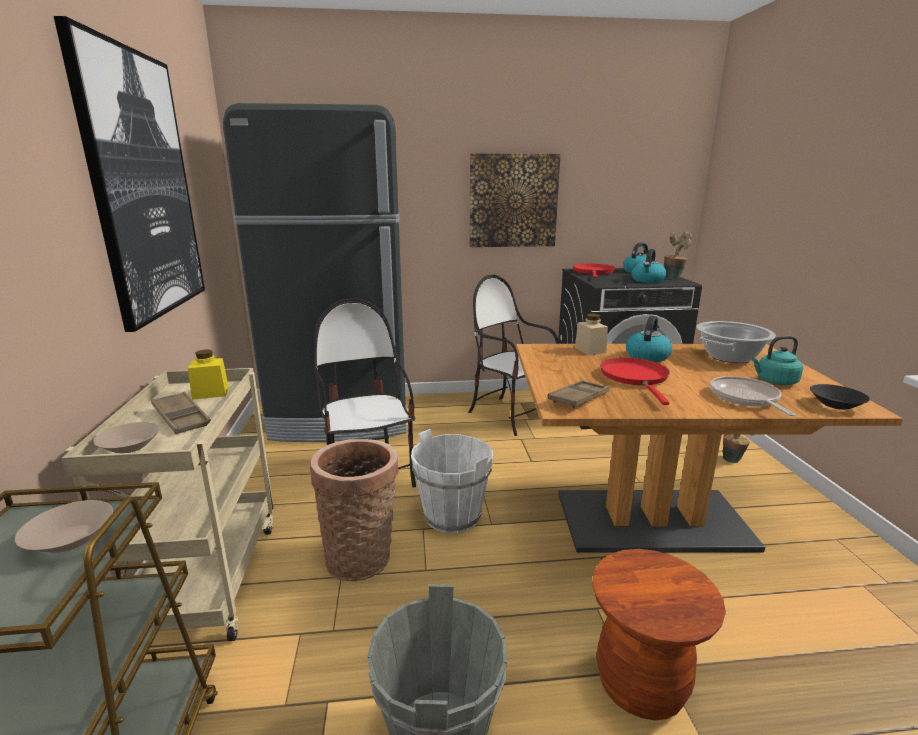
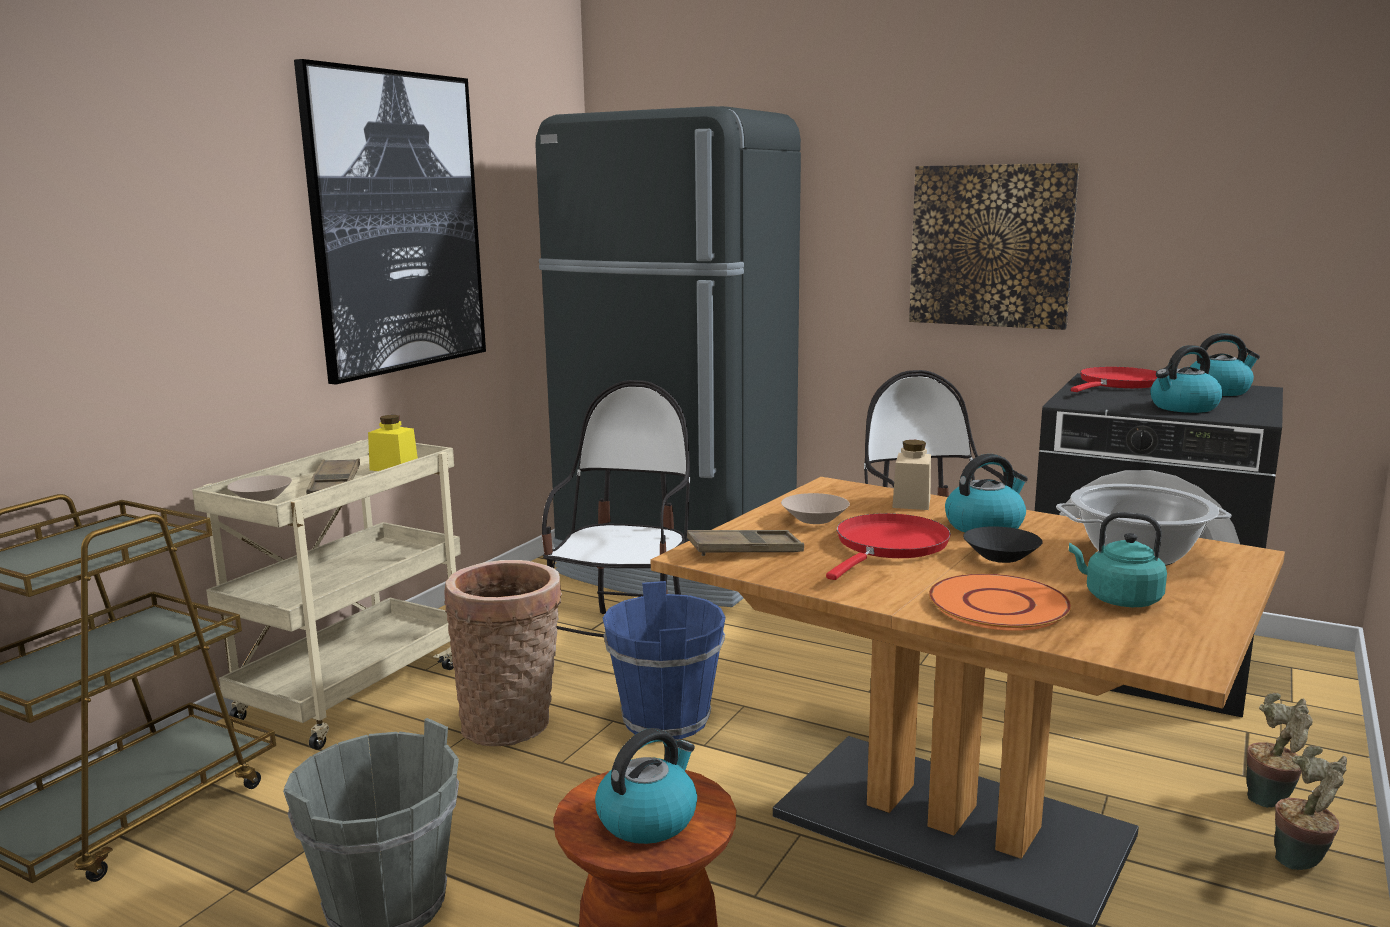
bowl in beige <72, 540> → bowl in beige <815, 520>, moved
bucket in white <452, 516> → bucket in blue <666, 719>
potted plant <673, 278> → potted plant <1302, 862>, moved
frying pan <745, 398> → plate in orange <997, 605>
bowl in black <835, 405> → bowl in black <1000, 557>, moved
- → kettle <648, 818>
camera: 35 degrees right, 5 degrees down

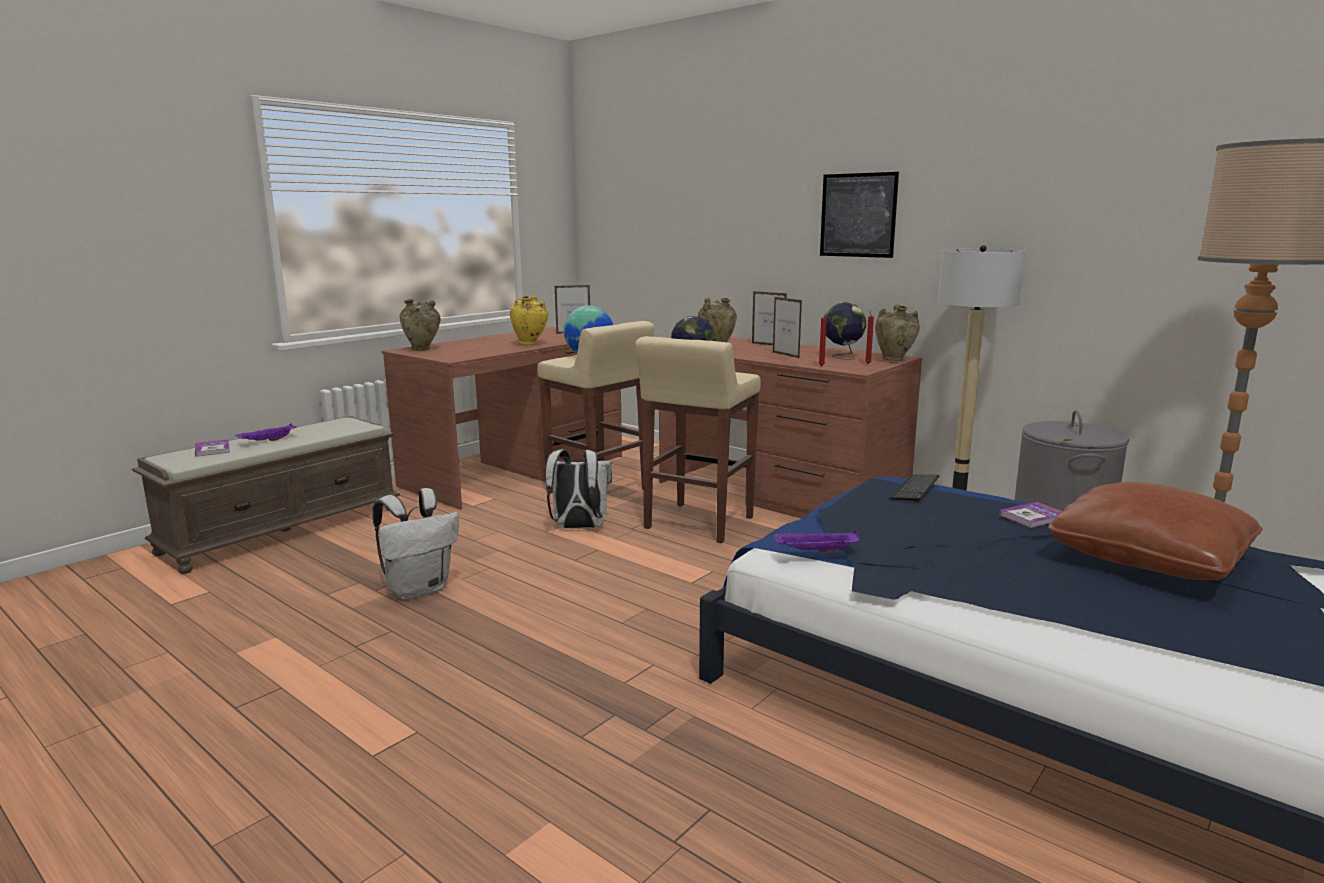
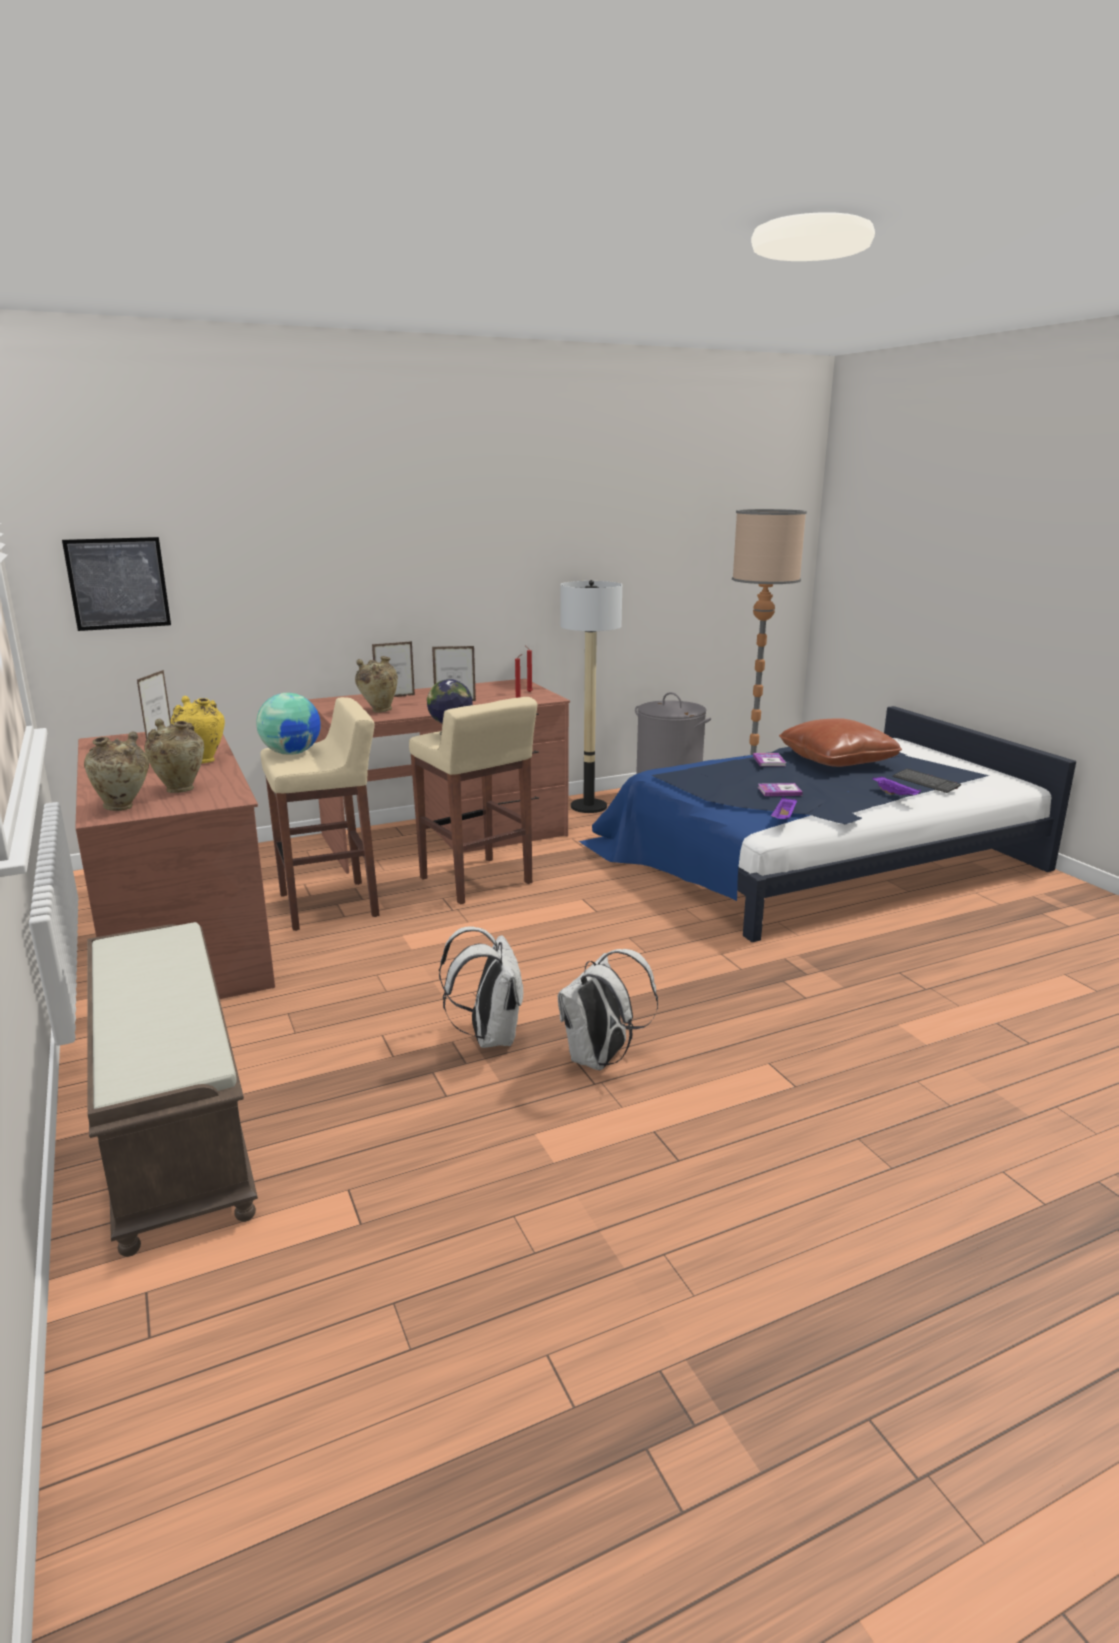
book <212, 449> → book <779, 791>, moved
tray in purple <267, 441> → tray in purple <895, 795>, moved
backpack in white <578, 528> → backpack in white <600, 1059>, moved
picture <858, 215> → picture <118, 583>, moved
globe <842, 356> → -
vase in beige <894, 360> → vase in beige <180, 789>, moved
keyboard <915, 489> → keyboard <926, 782>, moved
camera: 65 degrees left, 5 degrees up

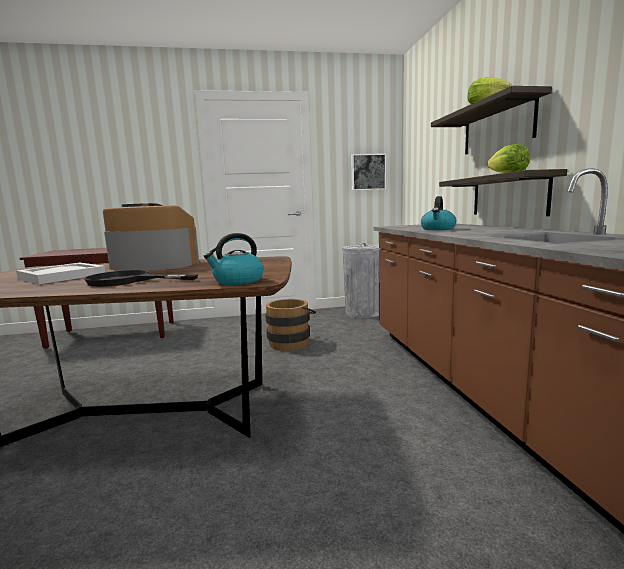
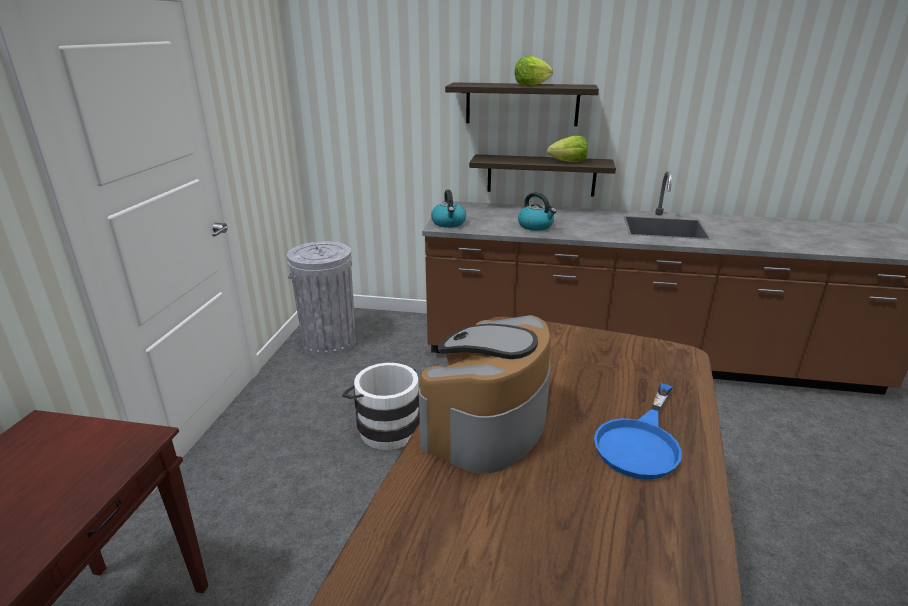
tray in white <63, 276> → -
frying pan in black <128, 281> → frying pan in blue <641, 442>
kettle <237, 281> → kettle <449, 223>, moved
bucket in brown <291, 342> → bucket in white <385, 427>
picture <368, 172> → -
camera: 70 degrees left, 15 degrees up

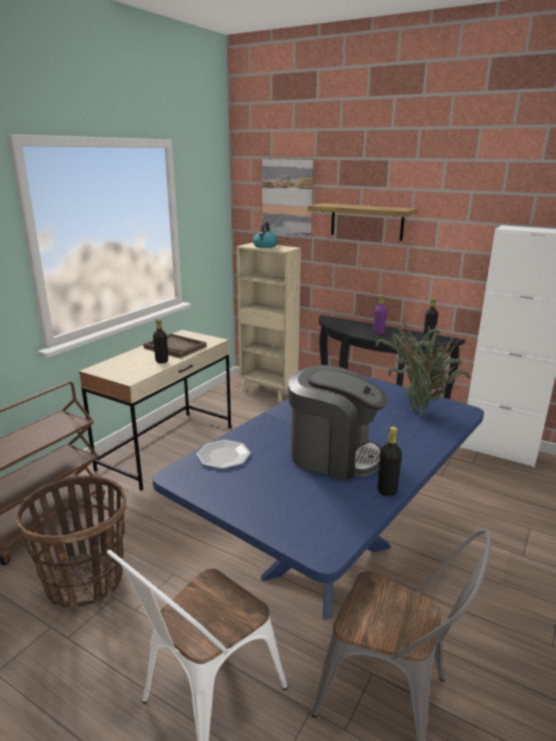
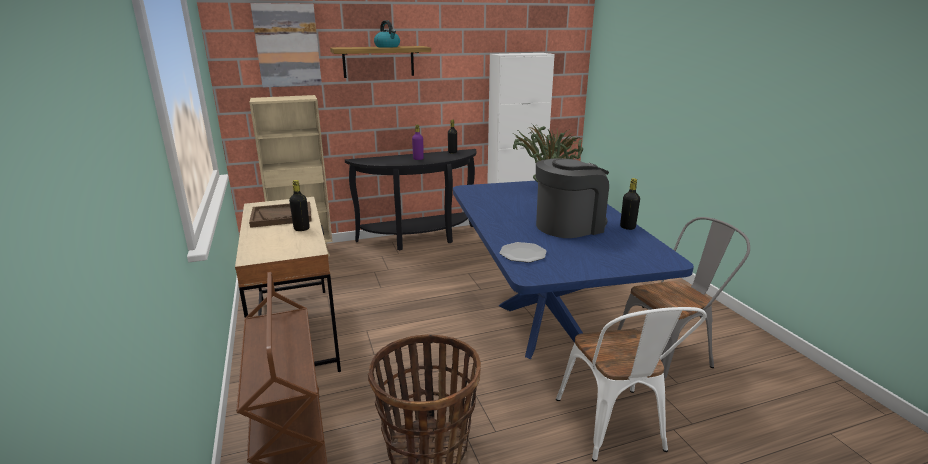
kettle <265, 246> → kettle <387, 47>, moved
camera: 50 degrees left, 0 degrees up

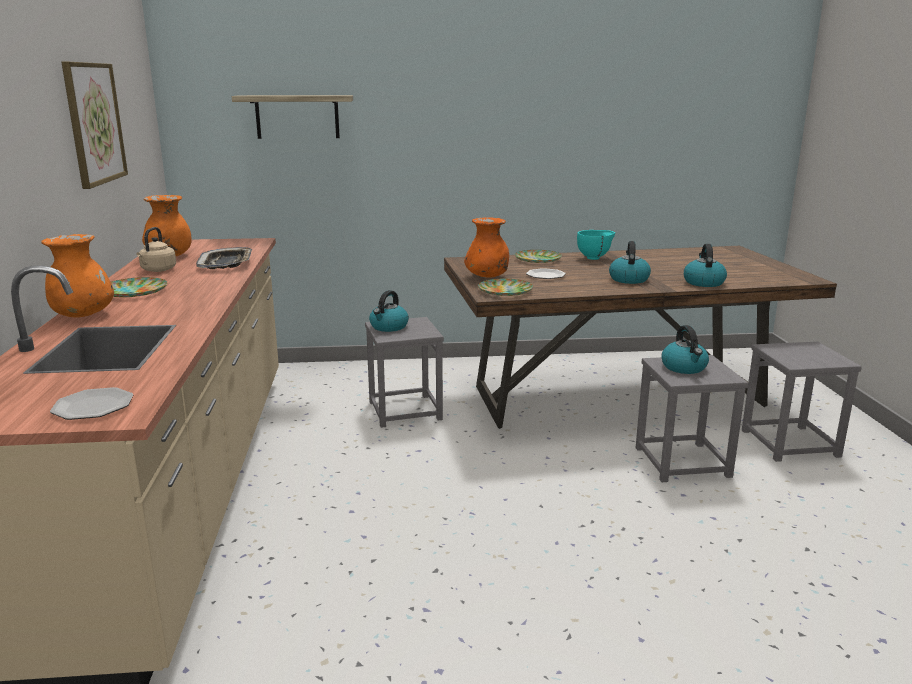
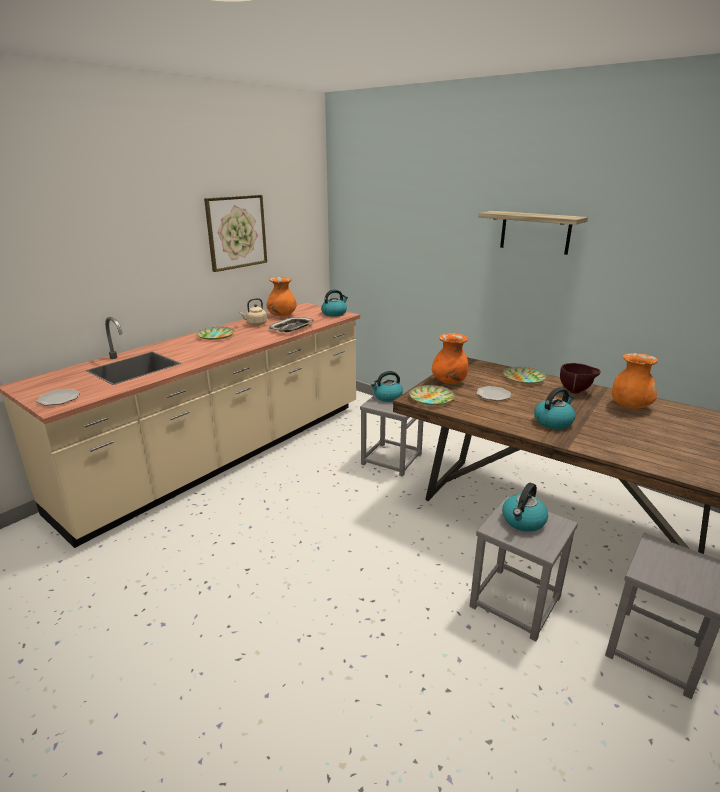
vase in orange <83, 315> → vase in orange <629, 406>, moved
shelf <297, 116> → shelf <535, 232>, moved
bowl in turquoise <595, 258> → bowl in brown <576, 391>
kettle <703, 282> → kettle <334, 313>, moved
camera: 45 degrees right, 5 degrees up

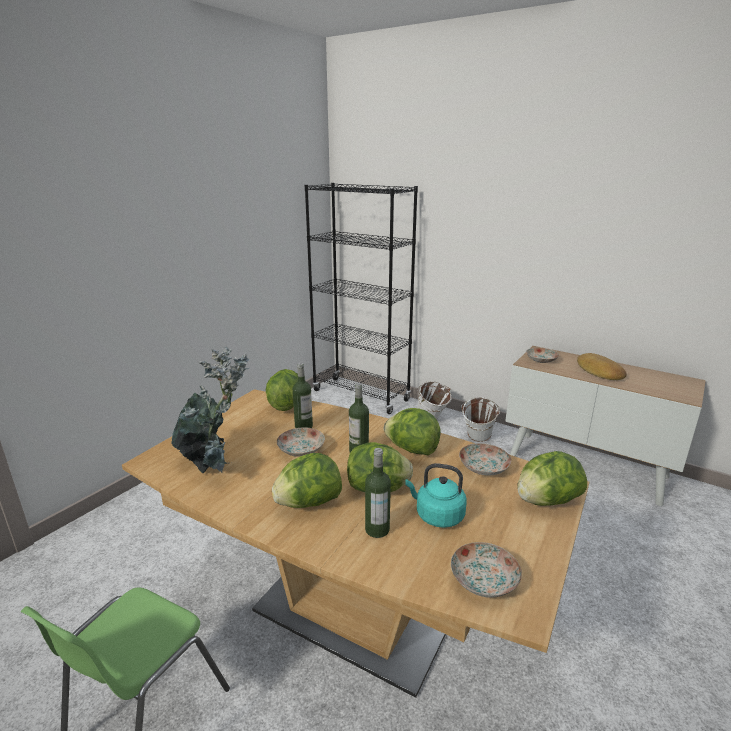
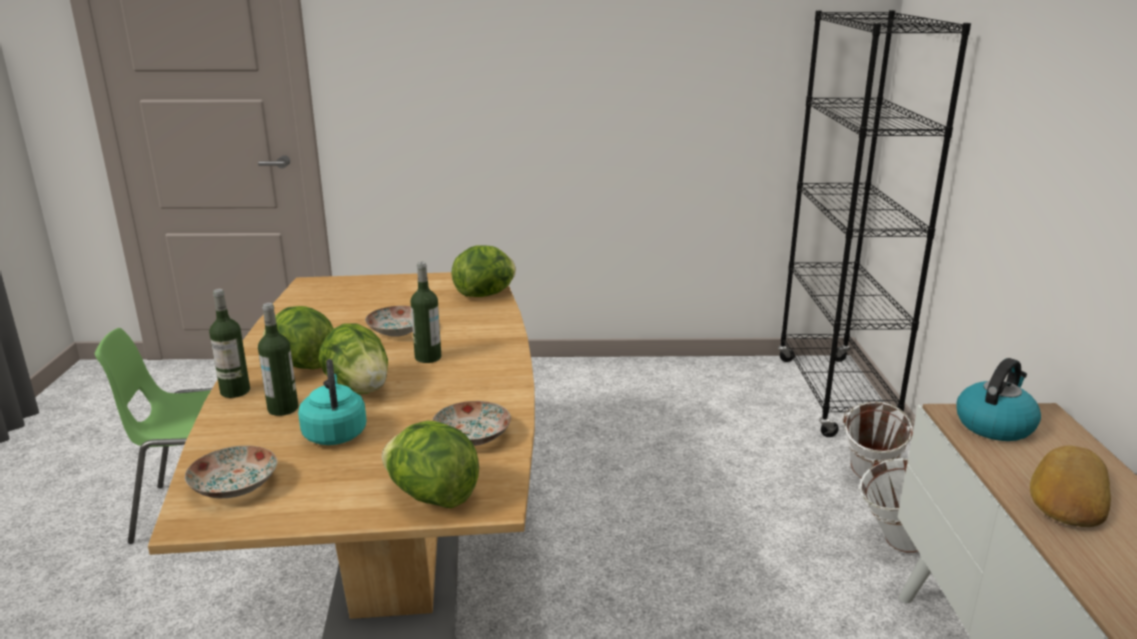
potted plant <215, 465> → -
bottle <303, 426> → bottle <235, 391>, moved
lettuce <412, 449> → -
plate <541, 360> → kettle <994, 425>
camera: 55 degrees right, 0 degrees up

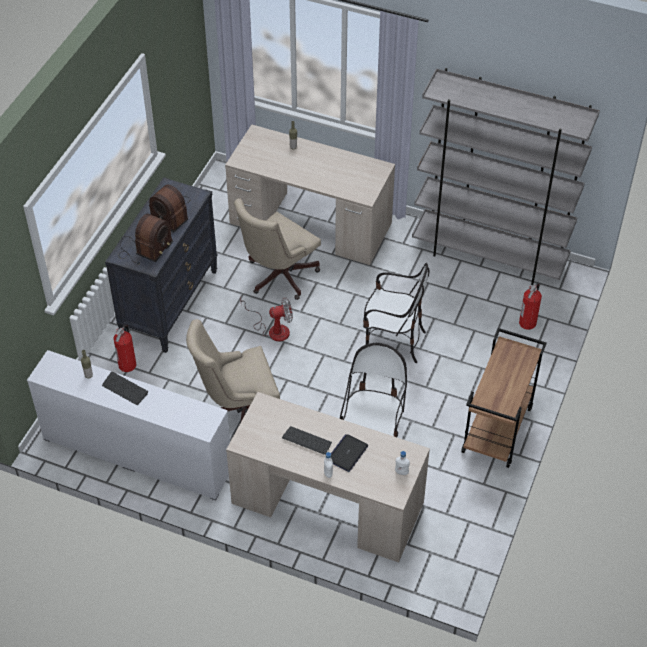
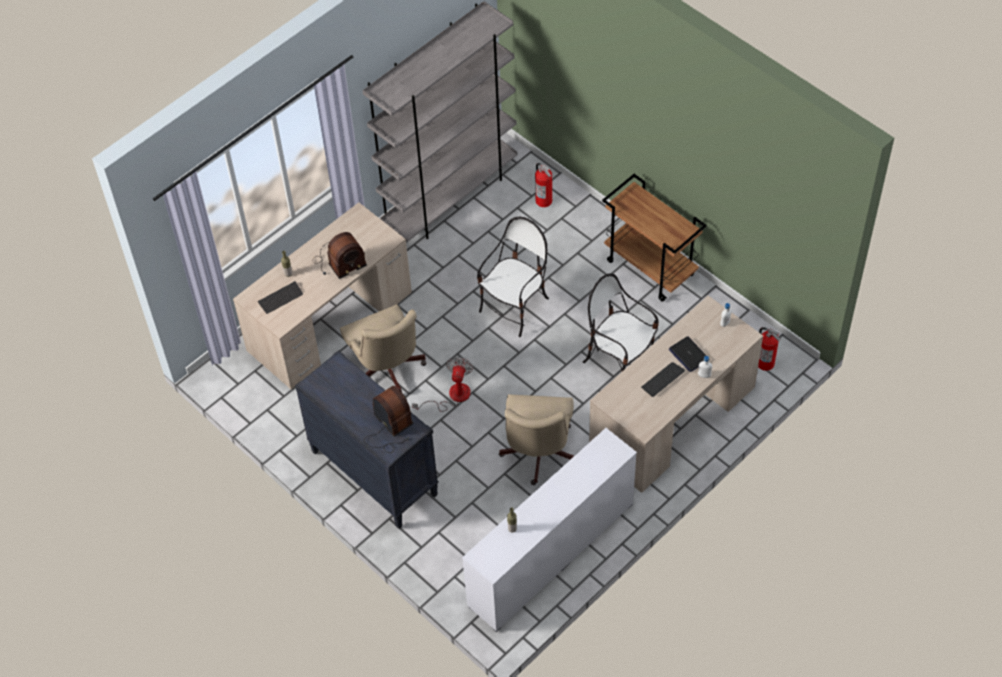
keyboard <125, 389> → keyboard <280, 298>, moved
fire extinguisher <128, 365> → fire extinguisher <765, 363>, moved
radio <170, 213> → radio <339, 262>, moved
camera: 65 degrees left, 5 degrees up

